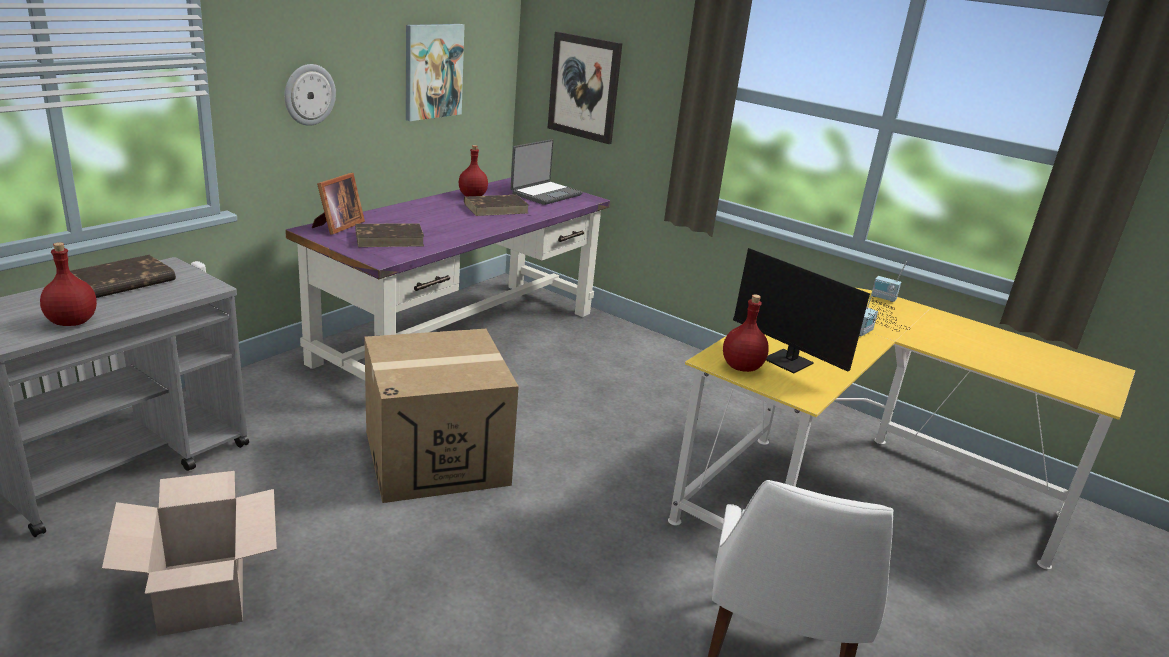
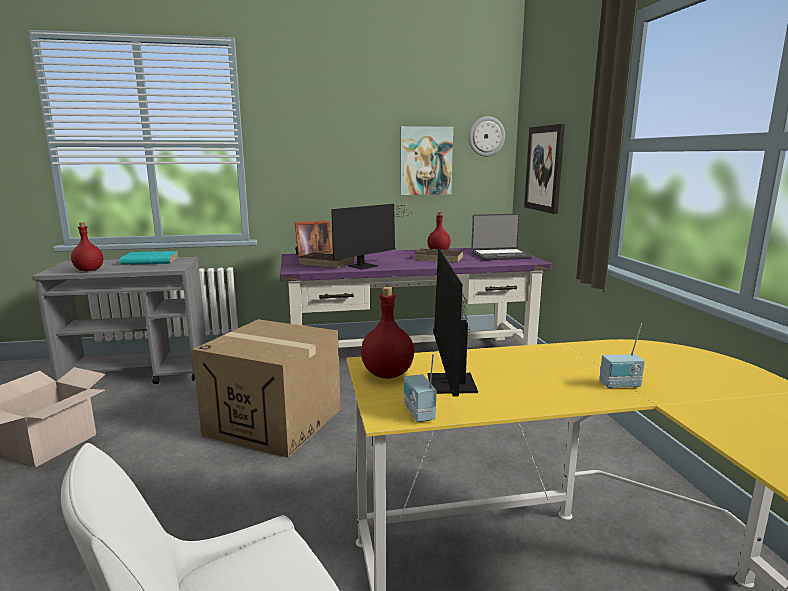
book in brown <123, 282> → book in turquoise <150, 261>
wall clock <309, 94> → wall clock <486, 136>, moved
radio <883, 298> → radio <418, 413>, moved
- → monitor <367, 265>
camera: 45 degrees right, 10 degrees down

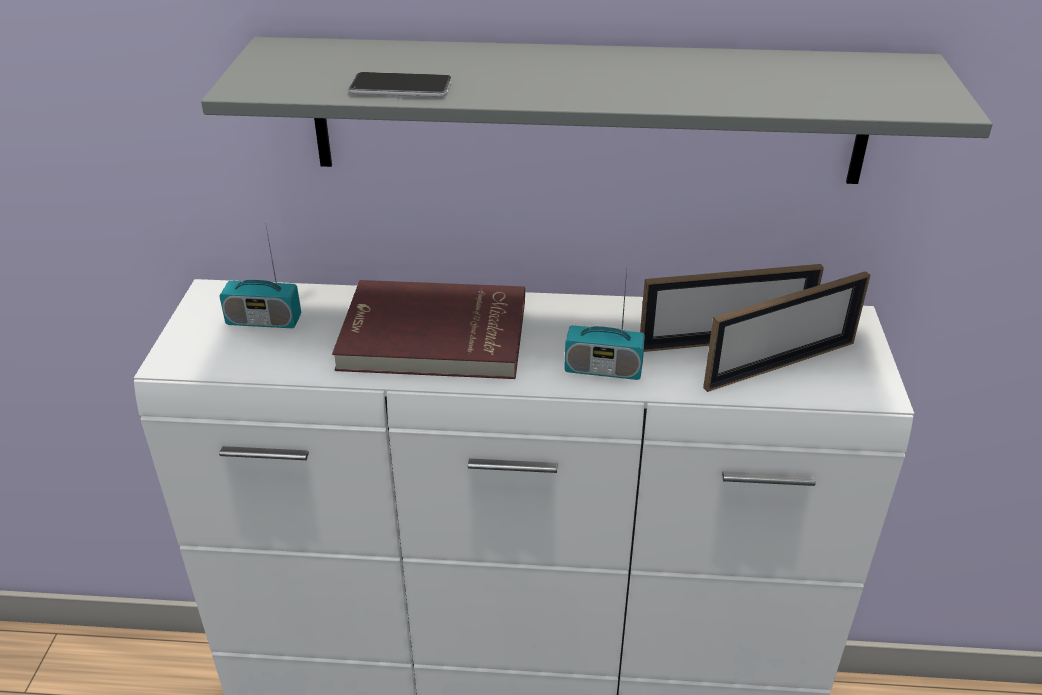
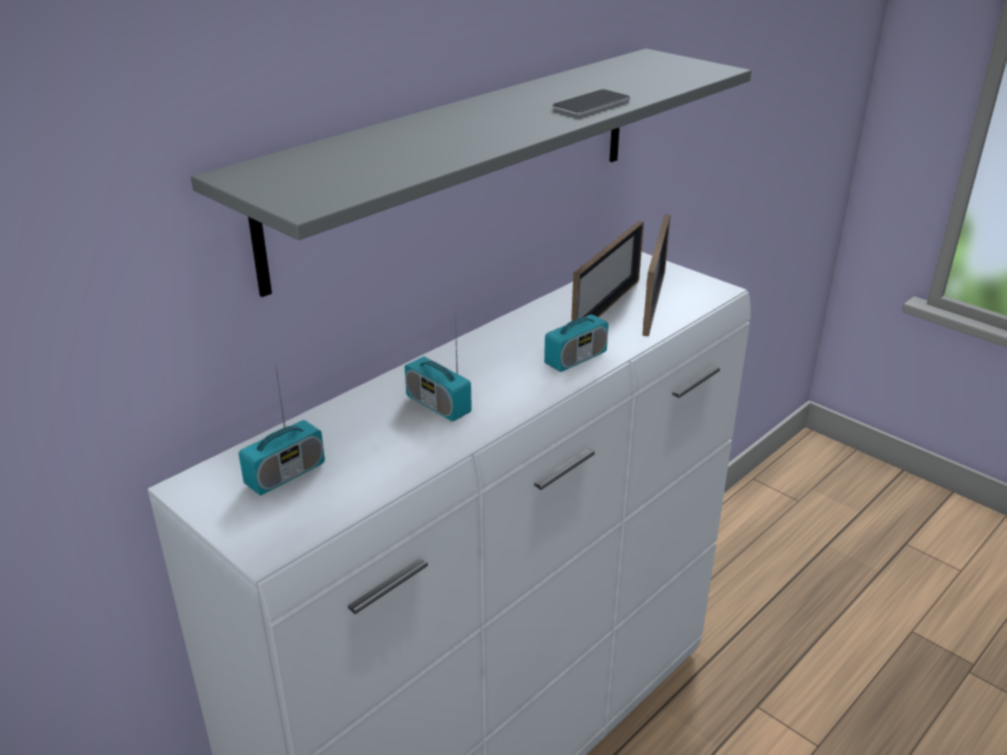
book in red <433, 337> → radio <438, 405>
phone <401, 87> → phone <591, 104>, moved
camera: 50 degrees left, 5 degrees down

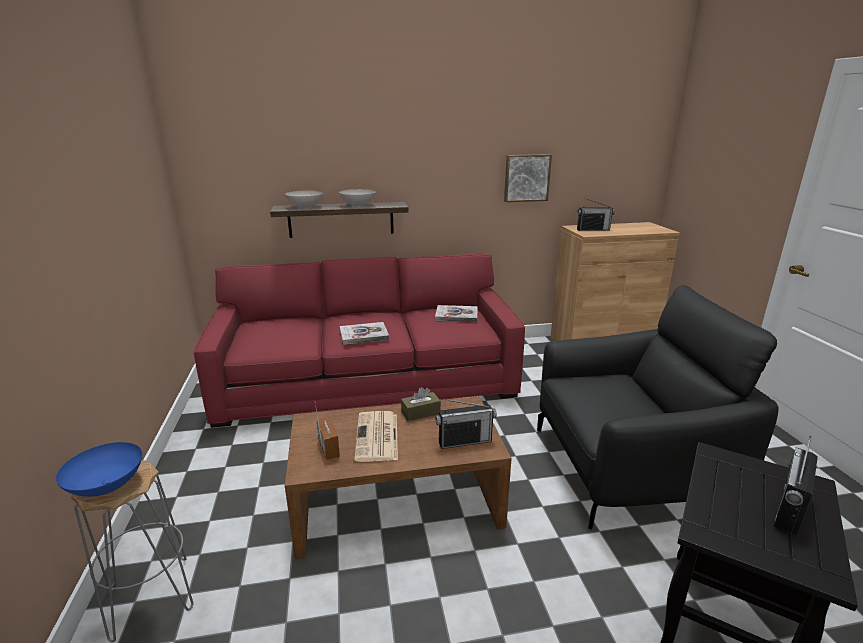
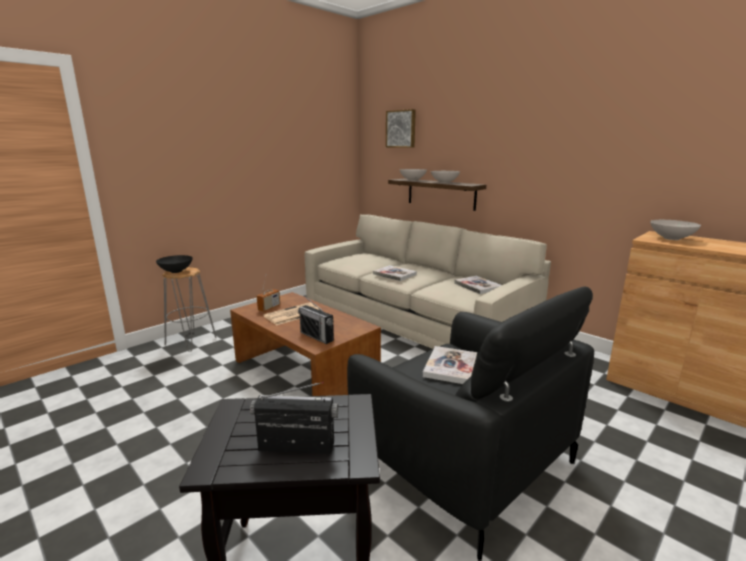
bowl in blue <107, 487> → bowl in black <175, 271>
sofa in red <368, 380> → sofa in beige <413, 318>
tissue box in brown <420, 413> → -
picture <526, 178> → picture <401, 129>, moved
radio <593, 230> → bowl in white <672, 238>
- → book <450, 366>
camera: 55 degrees right, 5 degrees down

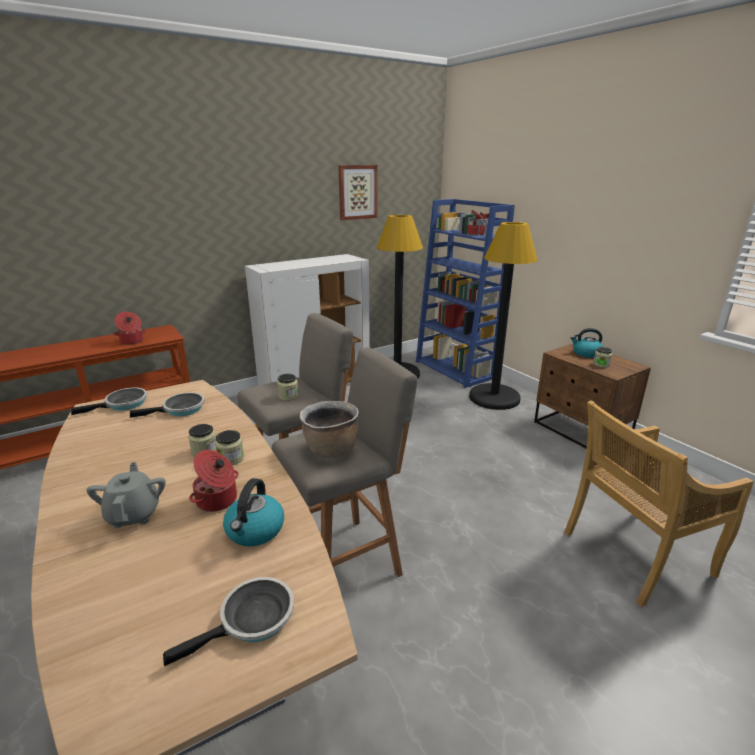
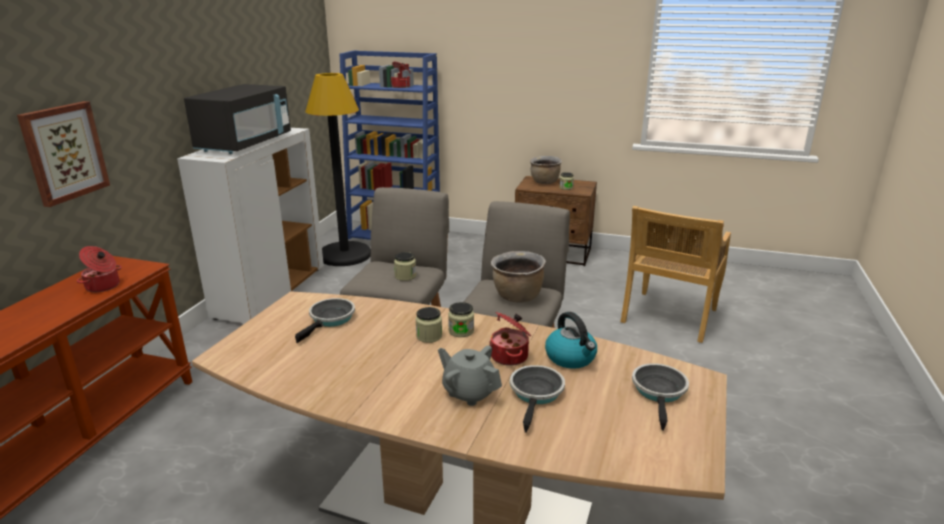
frying pan <123, 404> → frying pan <536, 394>, moved
picture <357, 192> → picture <64, 152>, moved
floor lamp in black <494, 398> → -
kettle <586, 353> → cooking pot in brown <544, 182>
- → microwave in black <245, 144>
camera: 40 degrees left, 0 degrees up

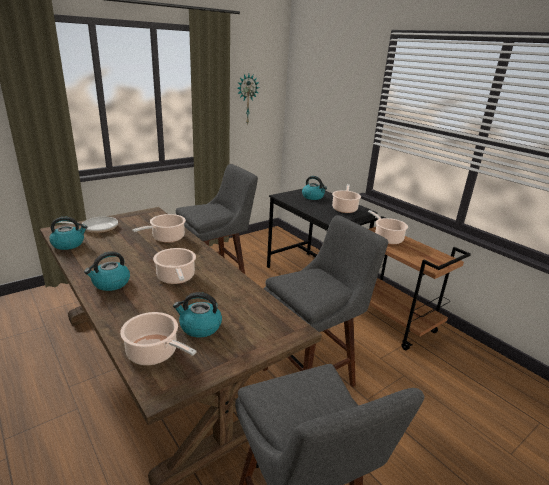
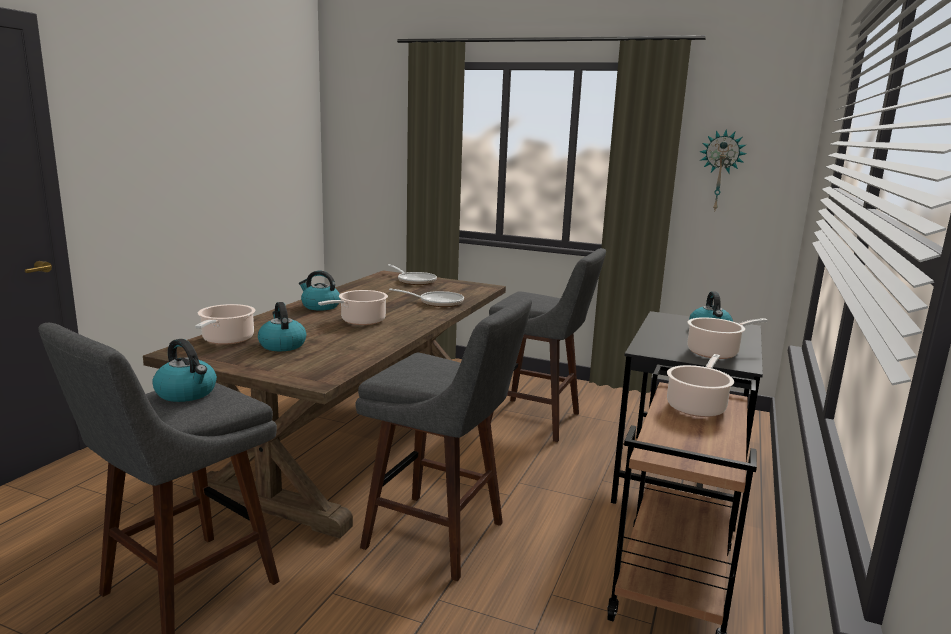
kettle <69, 244> → kettle <187, 393>, moved
cooking pot <166, 238> → frying pan <437, 302>
camera: 60 degrees right, 10 degrees down

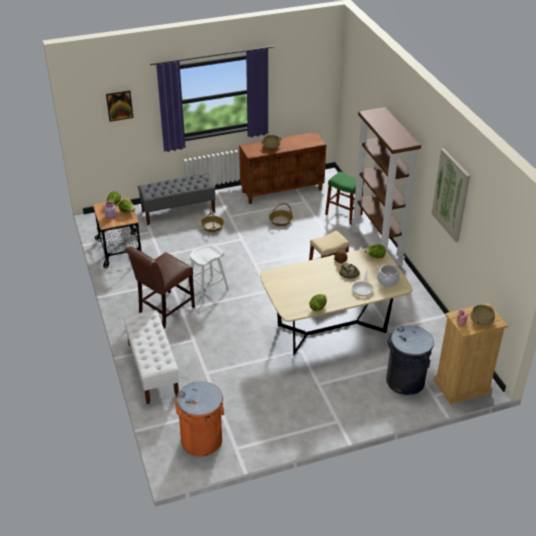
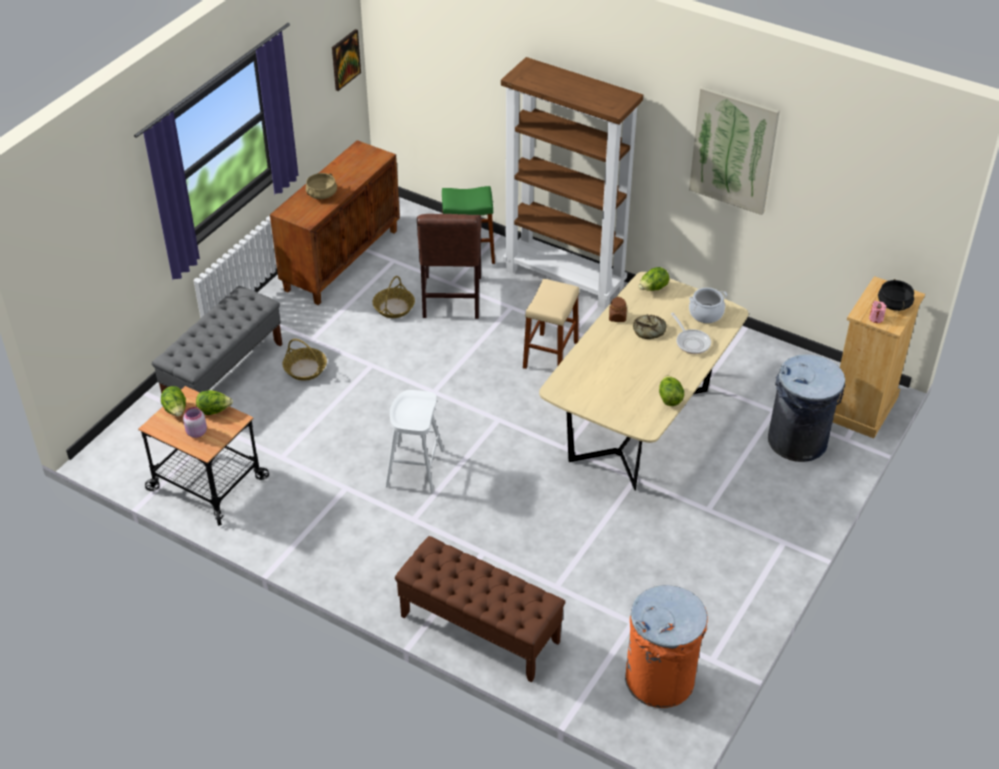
picture <119, 105> → picture <345, 59>, moved
bench in white <152, 369> → bench in brown <479, 629>
chair in brown <164, 311> → chair in brown <451, 300>, moved
cooking pot in beige <481, 321> → cooking pot in black <894, 304>
camera: 40 degrees left, 5 degrees up

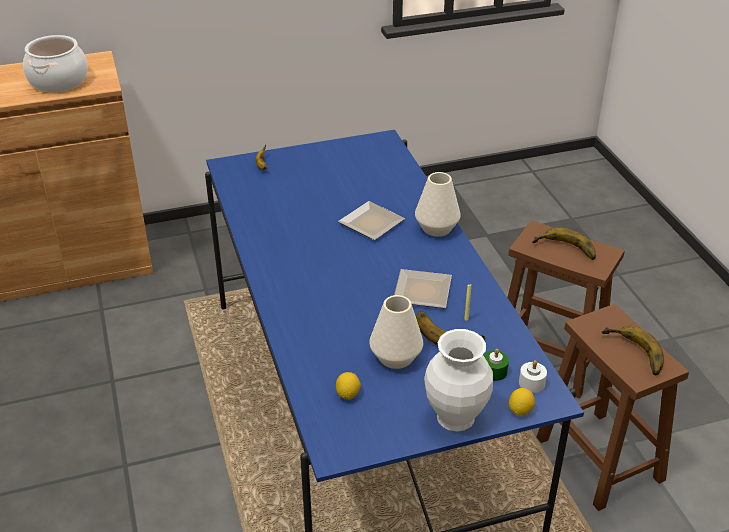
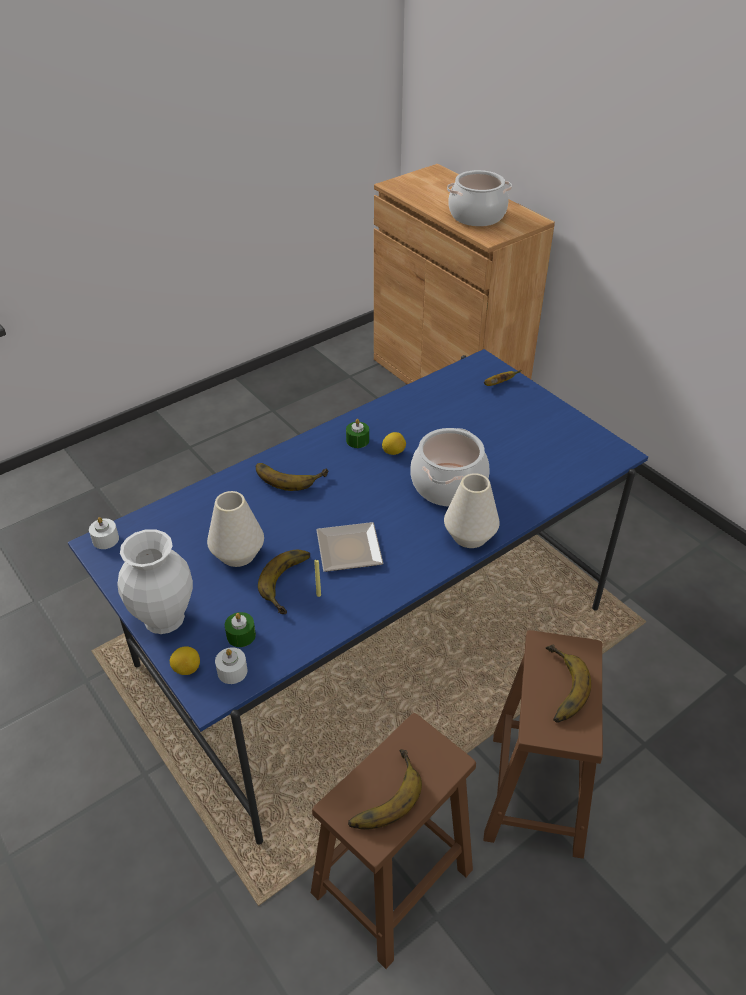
lemon <348, 394> → lemon <393, 452>, moved
plate <374, 223> → cooking pot <448, 485>
- → candle in white <105, 539>
- → banana <289, 475>
- → candle in green <357, 440>
camera: 70 degrees right, 5 degrees up

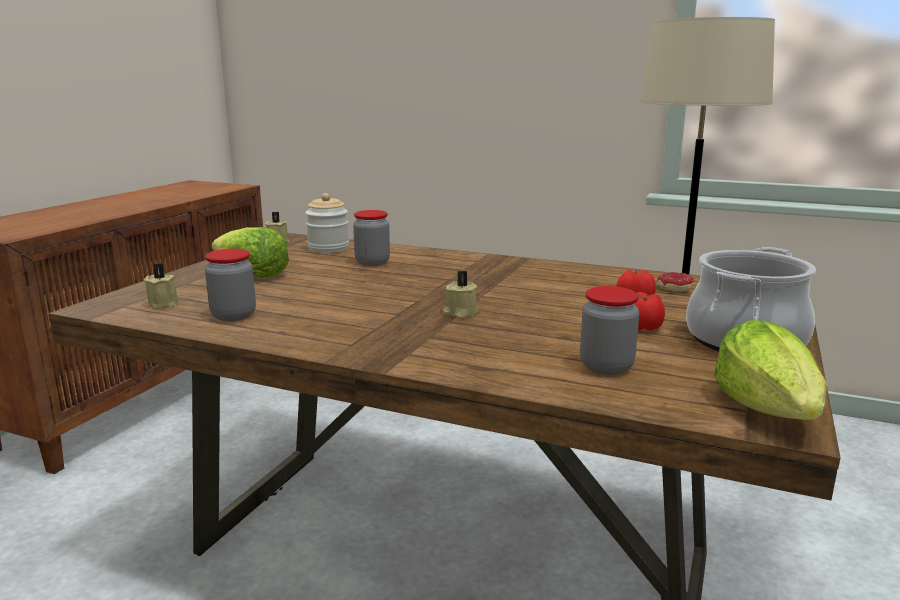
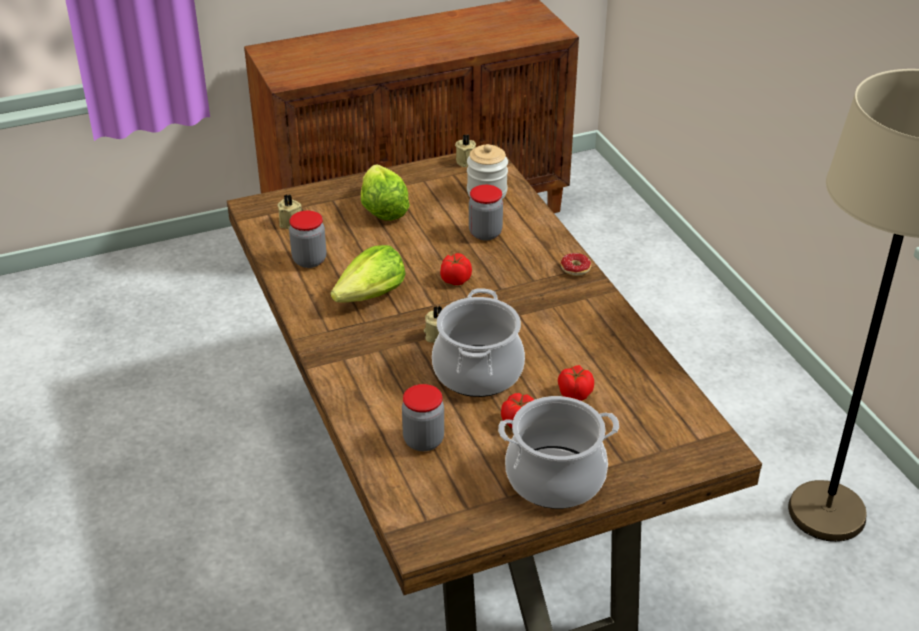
donut <675, 290> → donut <571, 271>, moved
lettuce <768, 410> → lettuce <371, 296>, moved
- → cooking pot <478, 372>
- → tomato <455, 280>
camera: 45 degrees right, 20 degrees up

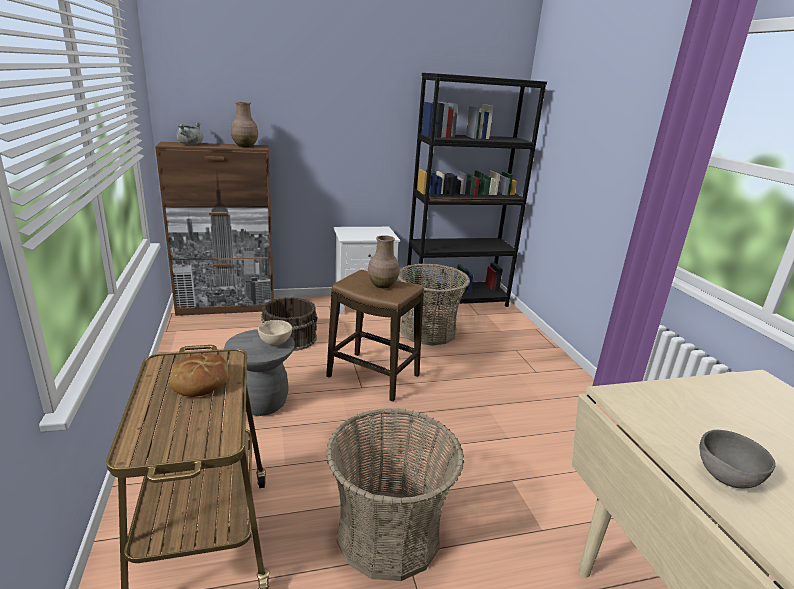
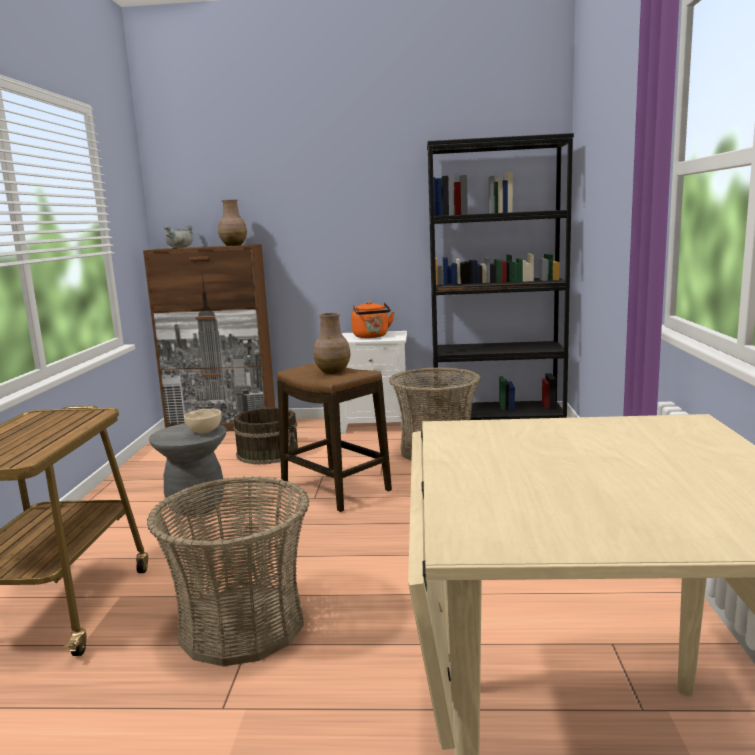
bread <199, 383> → -
bowl in grey <725, 477> → -
- → kettle in orange <371, 336>
camera: 20 degrees right, 10 degrees down

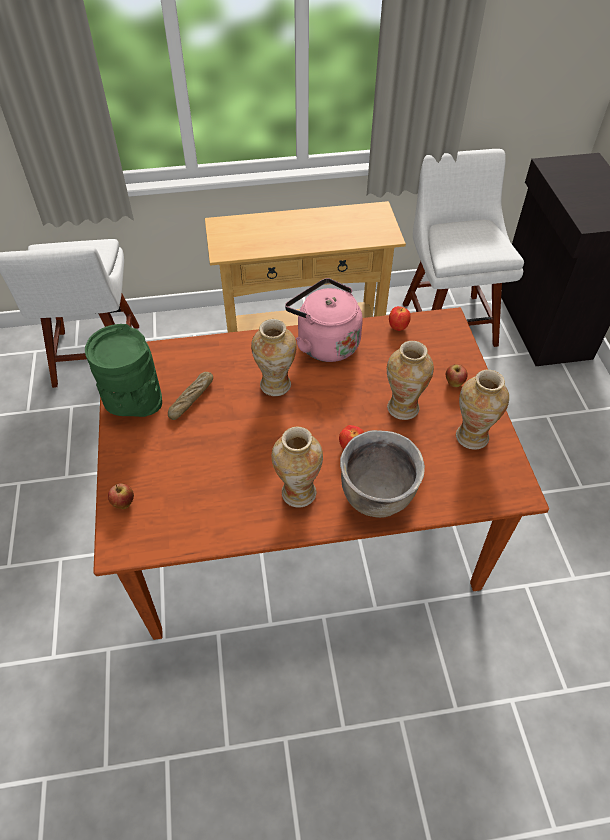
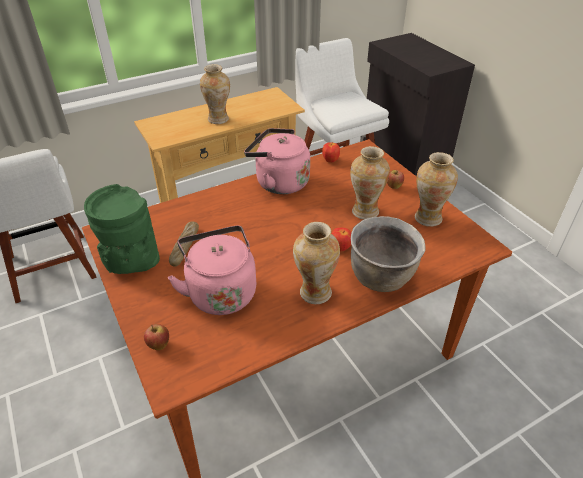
vase <275, 385> → vase <218, 119>, moved
- → kettle in pink <220, 291>
camera: 20 degrees left, 10 degrees down

